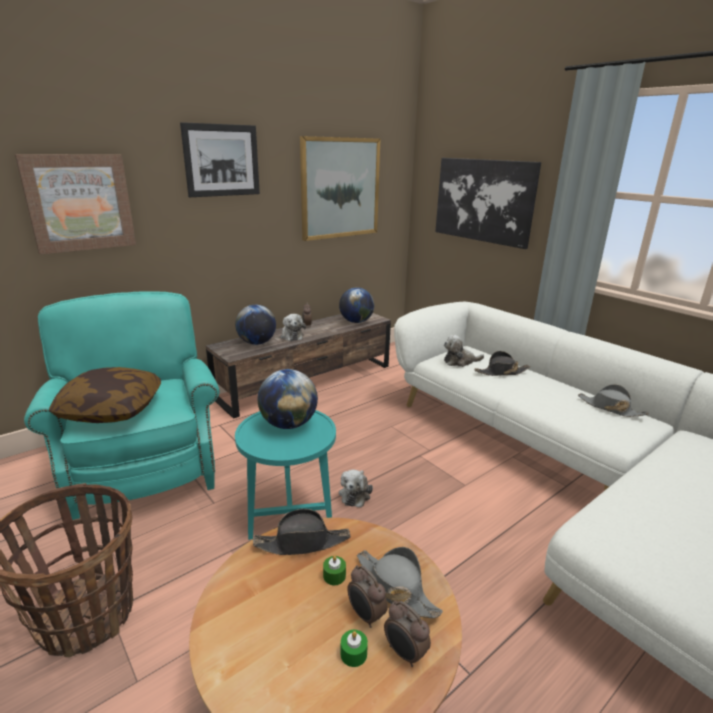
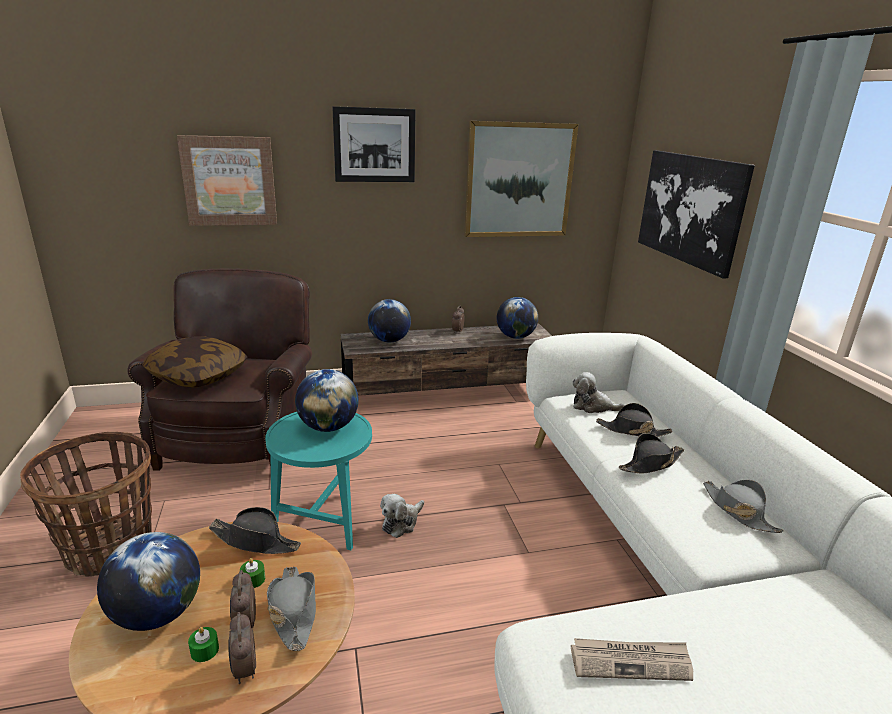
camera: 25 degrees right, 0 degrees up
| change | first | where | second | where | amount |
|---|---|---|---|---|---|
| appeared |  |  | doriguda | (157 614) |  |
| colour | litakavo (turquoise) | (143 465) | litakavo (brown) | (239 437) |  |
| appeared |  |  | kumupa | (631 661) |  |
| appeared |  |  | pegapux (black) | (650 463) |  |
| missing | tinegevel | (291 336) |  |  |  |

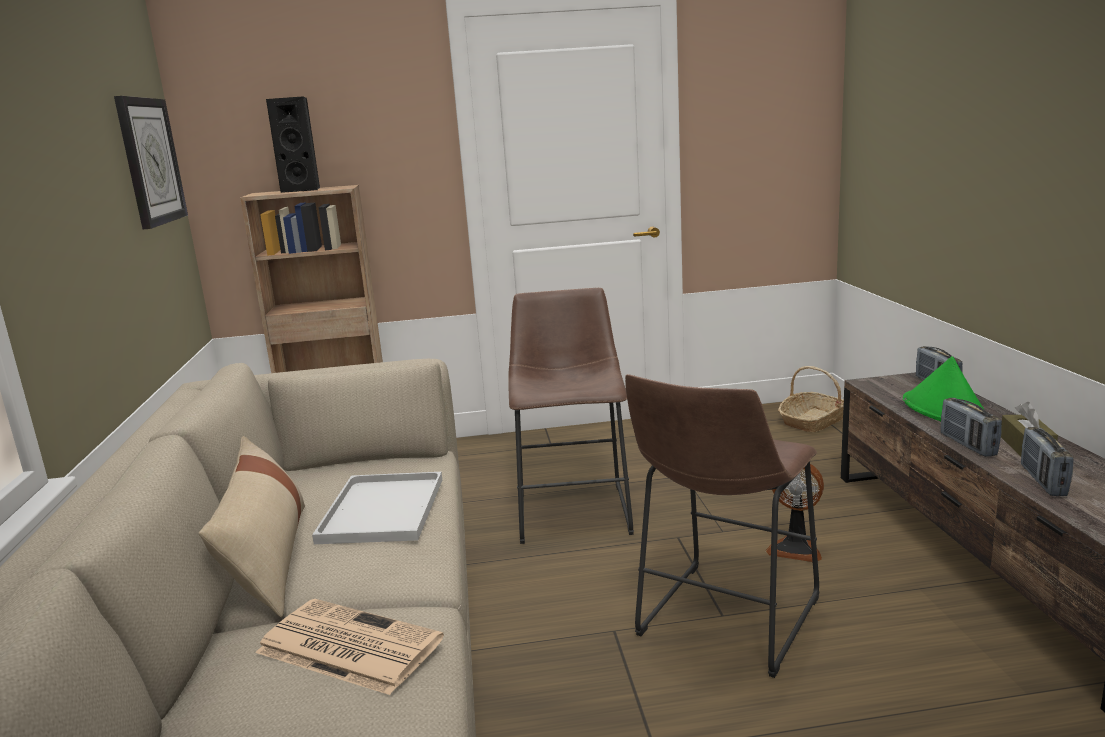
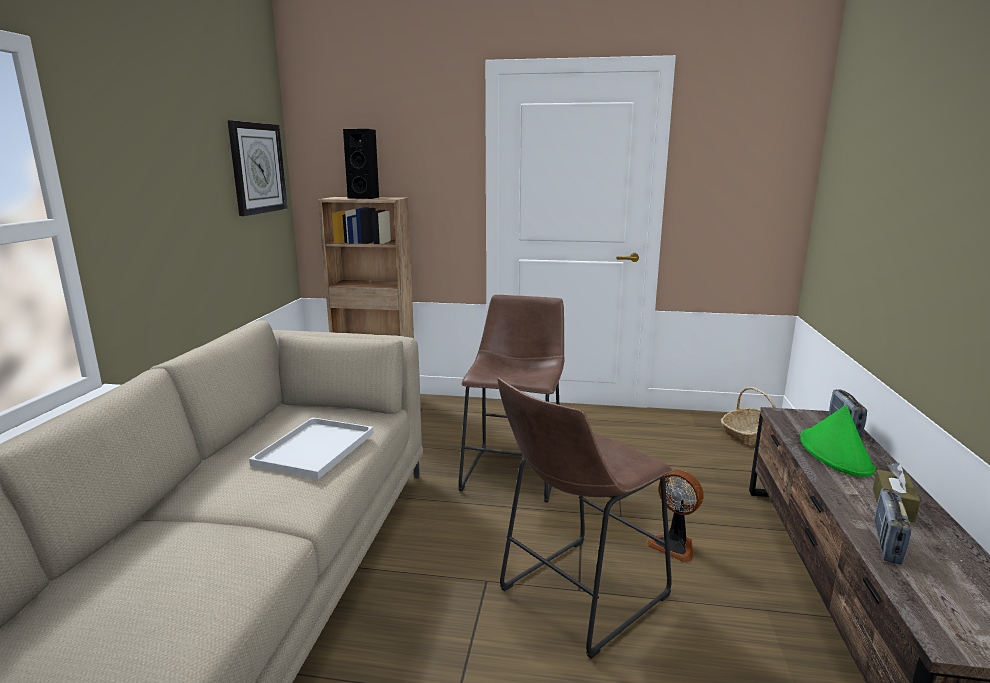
camera: 15 degrees right, 0 degrees up
| change | first | where | second | where | amount |
|---|---|---|---|---|---|
| missing | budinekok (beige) | (268 558) |  |  |  |
| missing | kumupa | (346 646) |  |  |  |
| missing | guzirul | (967 445) |  |  |  |

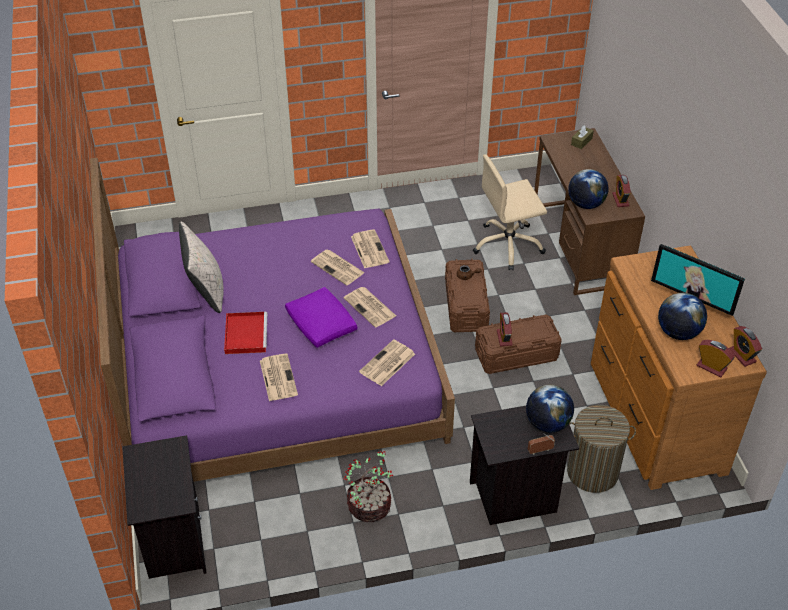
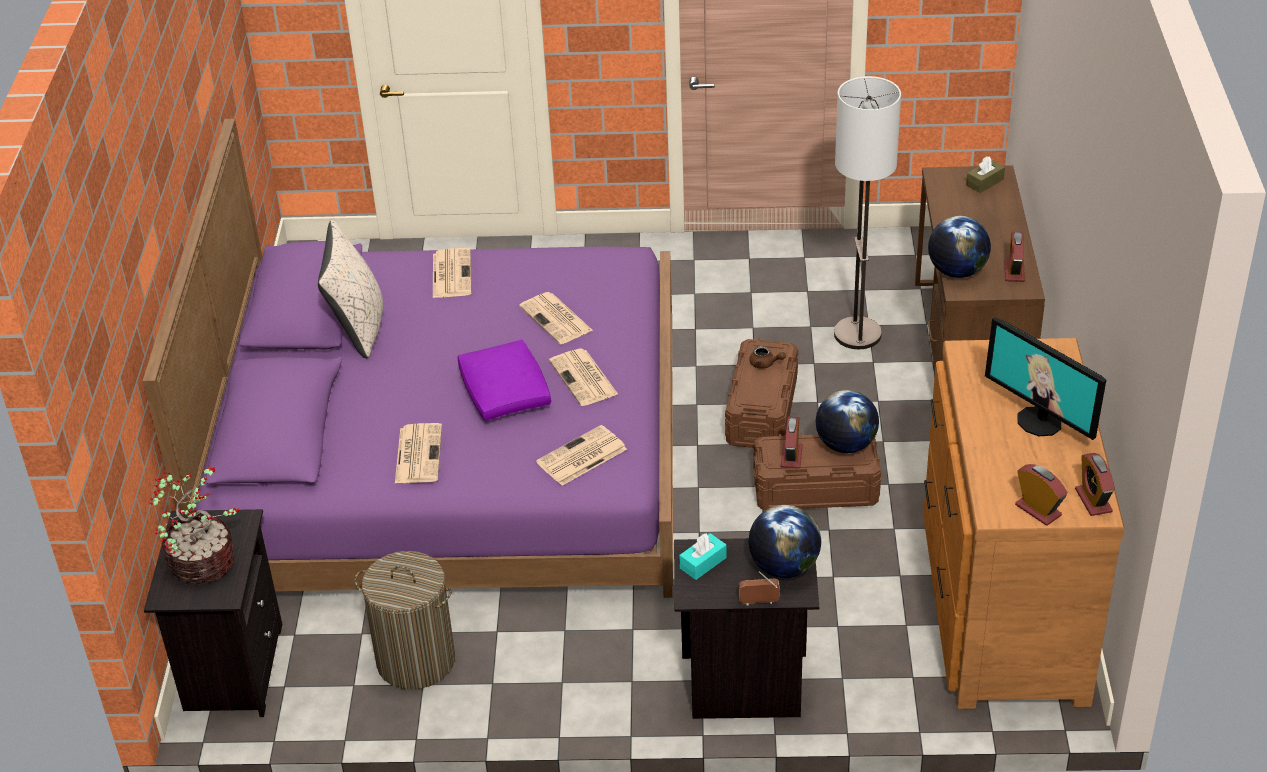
camera: 15 degrees right, 5 degrees down
| change | first | where | second | where | amount |
|---|---|---|---|---|---|
| relocated | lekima | (370 506) |  | (204 562) |  |
| relocated | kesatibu | (592 472) |  | (415 660) |  |
| relocated | kumupa | (369 249) |  | (451 273) |  |
| appeared |  |  | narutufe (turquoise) | (703 563) |  |
| relocated | doriguda | (678 332) |  | (845 445) |  |
| exchanged | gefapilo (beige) | (508 245) | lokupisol | (857 334) |  |
| missing | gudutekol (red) | (245 334) |  |  |  |

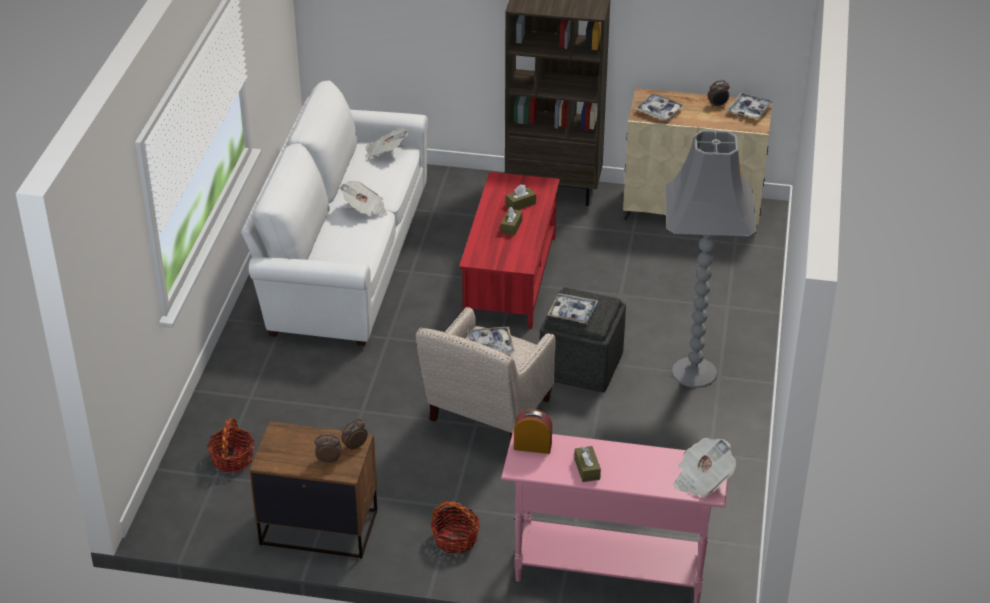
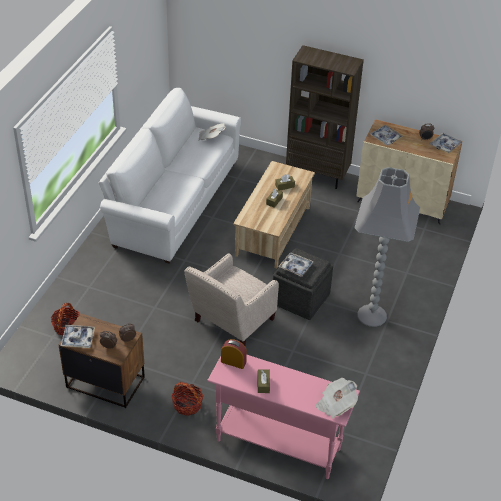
camera: 10 degrees right, 5 degrees up
| change | first | where | second | where | amount |
|---|---|---|---|---|---|
| relocated | gudutekol | (490 346) |  | (78 339) |  |
| colour | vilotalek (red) | (510 277) | vilotalek (beige) | (273 231) |  |
| missing | kumupa | (364 209) |  |  |  |

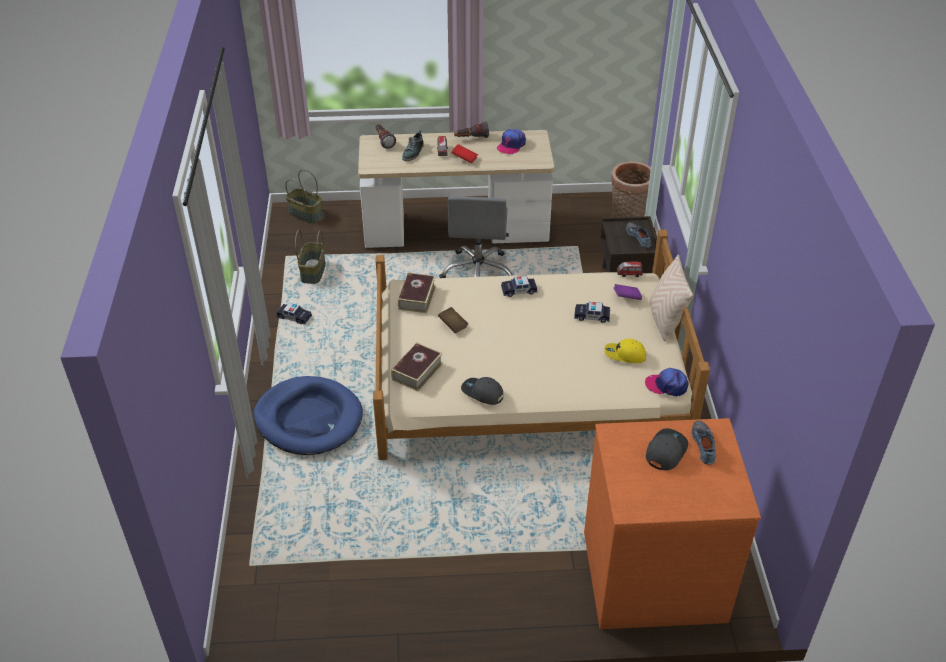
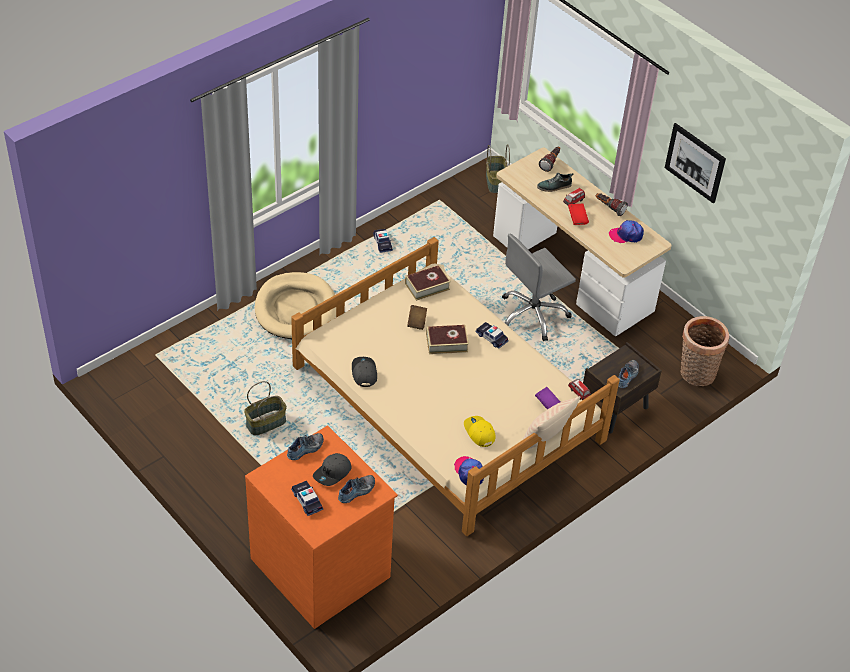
camera: 50 degrees right, 5 degrees up
| change | first | where | second | where | amount |
|---|---|---|---|---|---|
| relocated | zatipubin | (312 272) |  | (266 422) |  |
| colour | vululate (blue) | (309 419) | vululate (beige) | (296 309) |  |
| appeared |  |  | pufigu | (306 449) |  |
| relocated | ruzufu | (592 316) |  | (307 500) |  |
| spun | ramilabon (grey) | (665 451) |  | (333 473) | 135 degrees clockwise |
| relocated | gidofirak | (417 371) |  | (446 343) |  |
| appeared |  |  | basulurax | (695 162) |  |

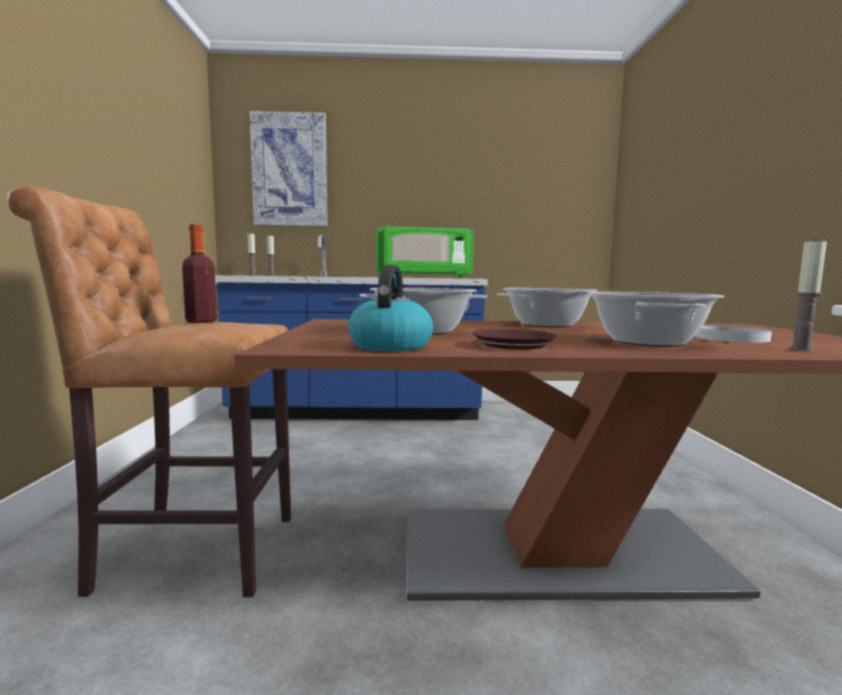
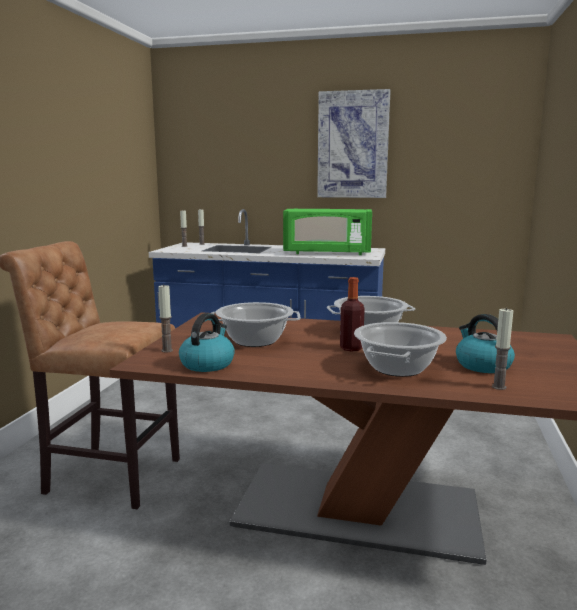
camera: 15 degrees right, 5 degrees up
| change | first | where | second | where | amount |
|---|---|---|---|---|---|
| appeared |  |  | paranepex | (167 350) |  |
| relocated | basulurax | (290 170) |  | (353 145) |  |
| relocated | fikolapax | (201 321) |  | (351 348) |  |
| exchanged | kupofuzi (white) | (731 338) | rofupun | (482 365) |  |
| missing | kupofuzi (brown) | (514 345) |  |  |  |

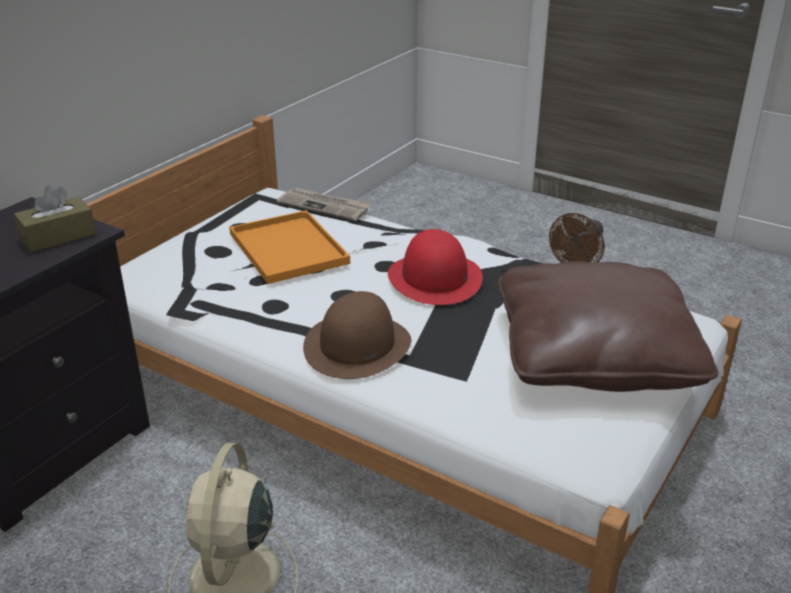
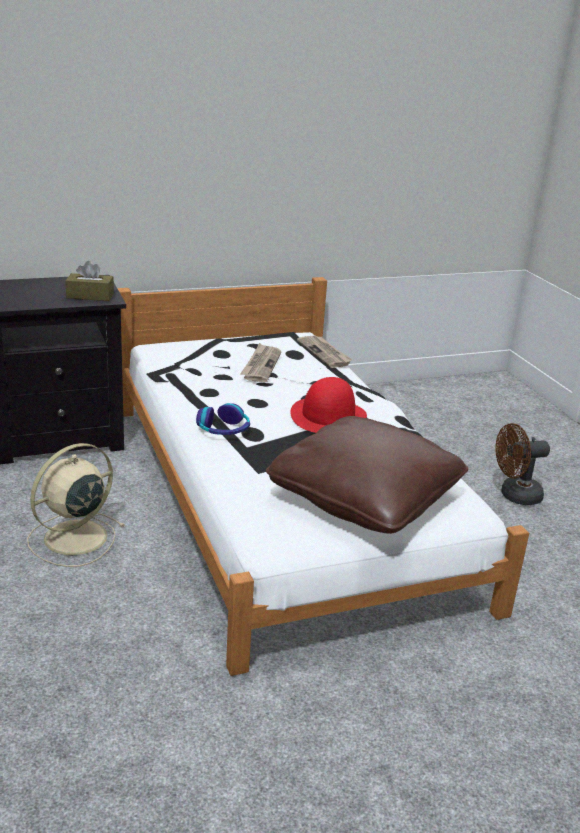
camera: 35 degrees right, 5 degrees down
| change | first | where | second | where | amount |
|---|---|---|---|---|---|
| exchanged | pegapux (brown) | (357 346) | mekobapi | (223 430) |  |
| exchanged | gudutekol (orange) | (286 247) | kumupa | (261 365) |  |

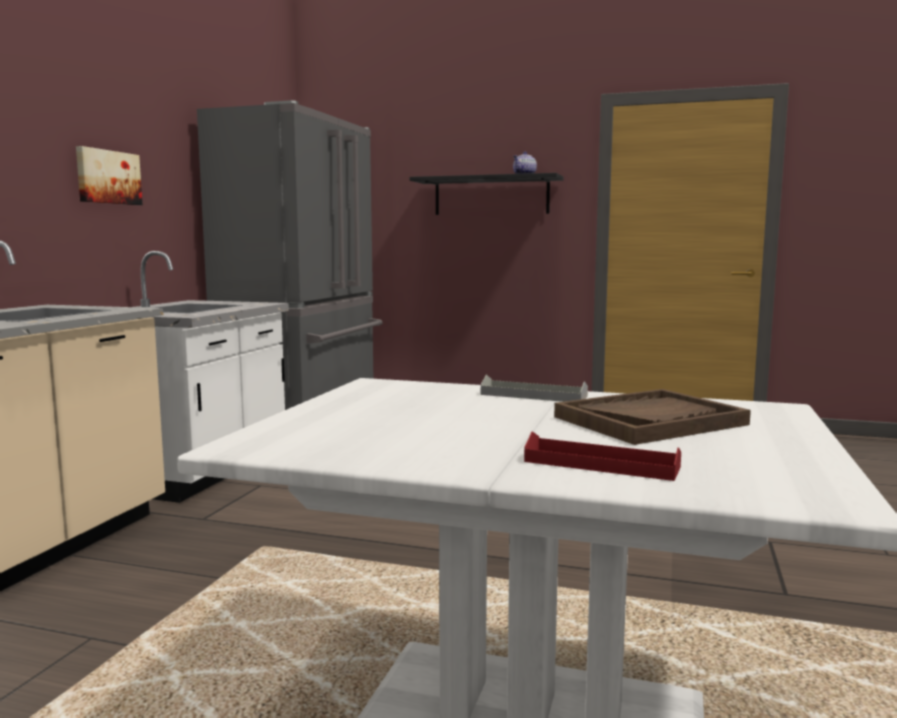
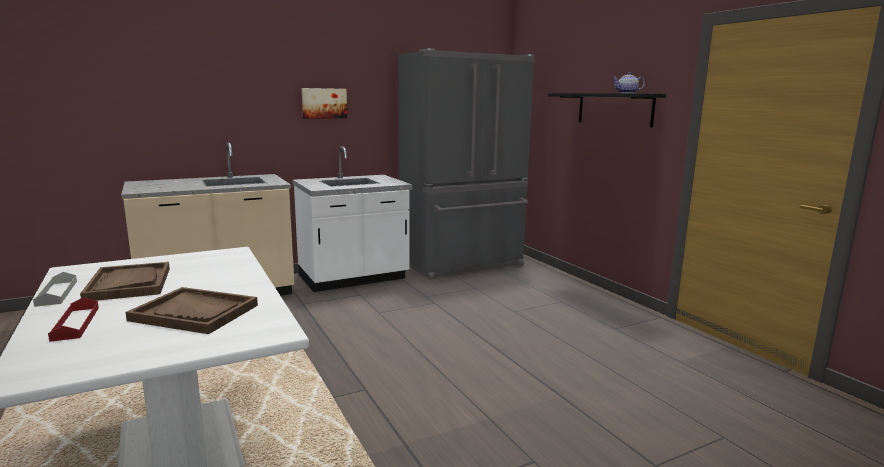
camera: 45 degrees right, 5 degrees up
| change | first | where | second | where | amount |
|---|---|---|---|---|---|
| relocated | gudutekol (grey) | (533 395) |  | (56 293) |  |
| appeared |  |  | gudutekol (brown) | (129 284) |  |

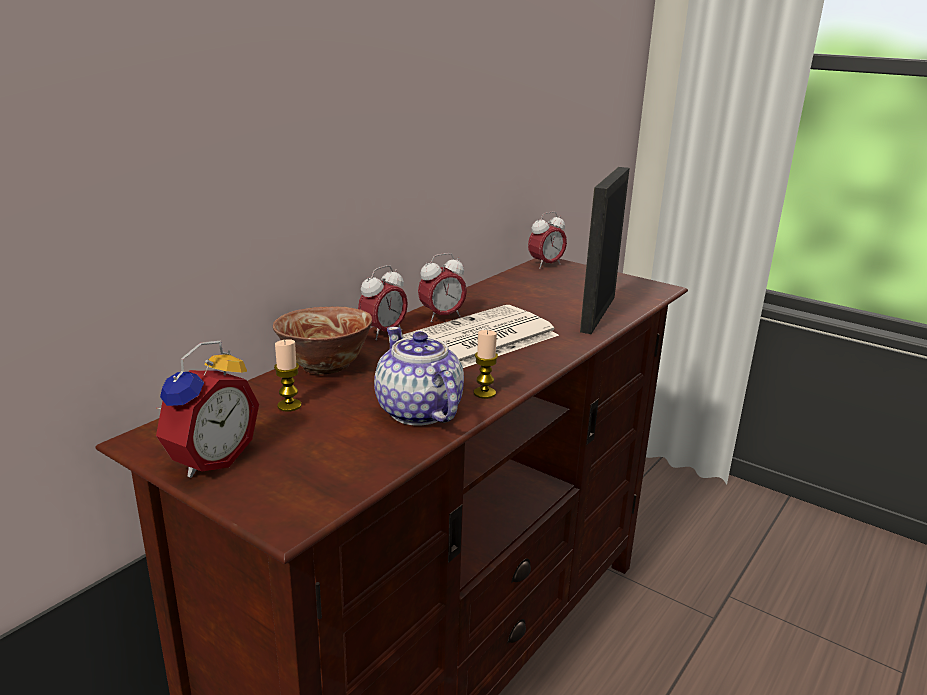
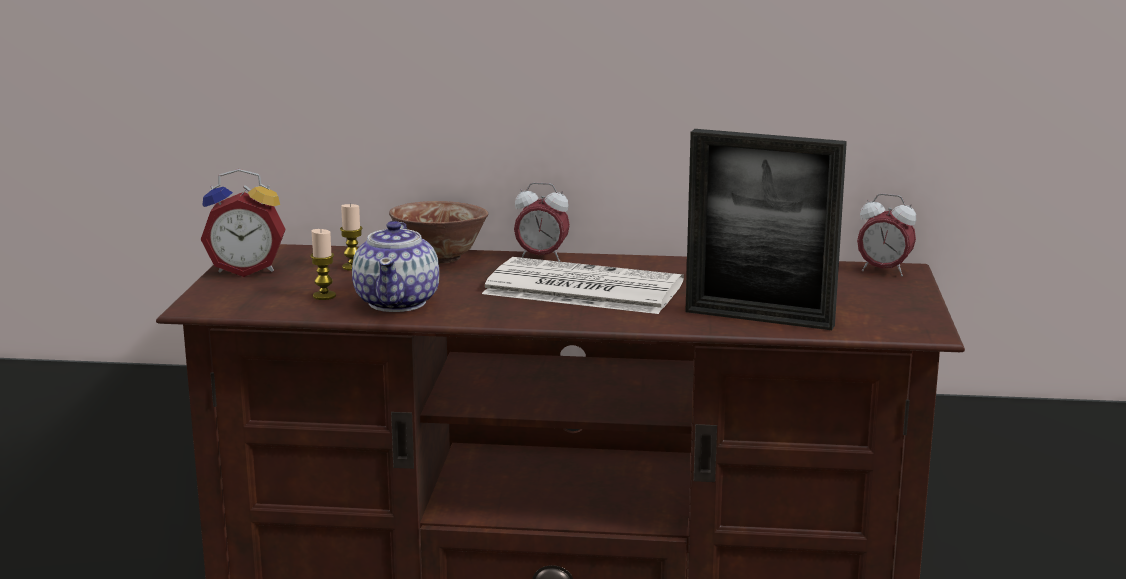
camera: 60 degrees right, 5 degrees down
| change | first | where | second | where | amount |
|---|---|---|---|---|---|
| relocated | paranepex | (484 393) |  | (324 296) |  |
| spun | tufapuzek | (418 412) |  | (398 302) | 150 degrees clockwise |
| spun | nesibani | (598 314) |  | (759 318) | 150 degrees counterclockwise |
| missing | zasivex | (442 317) |  |  |  |

